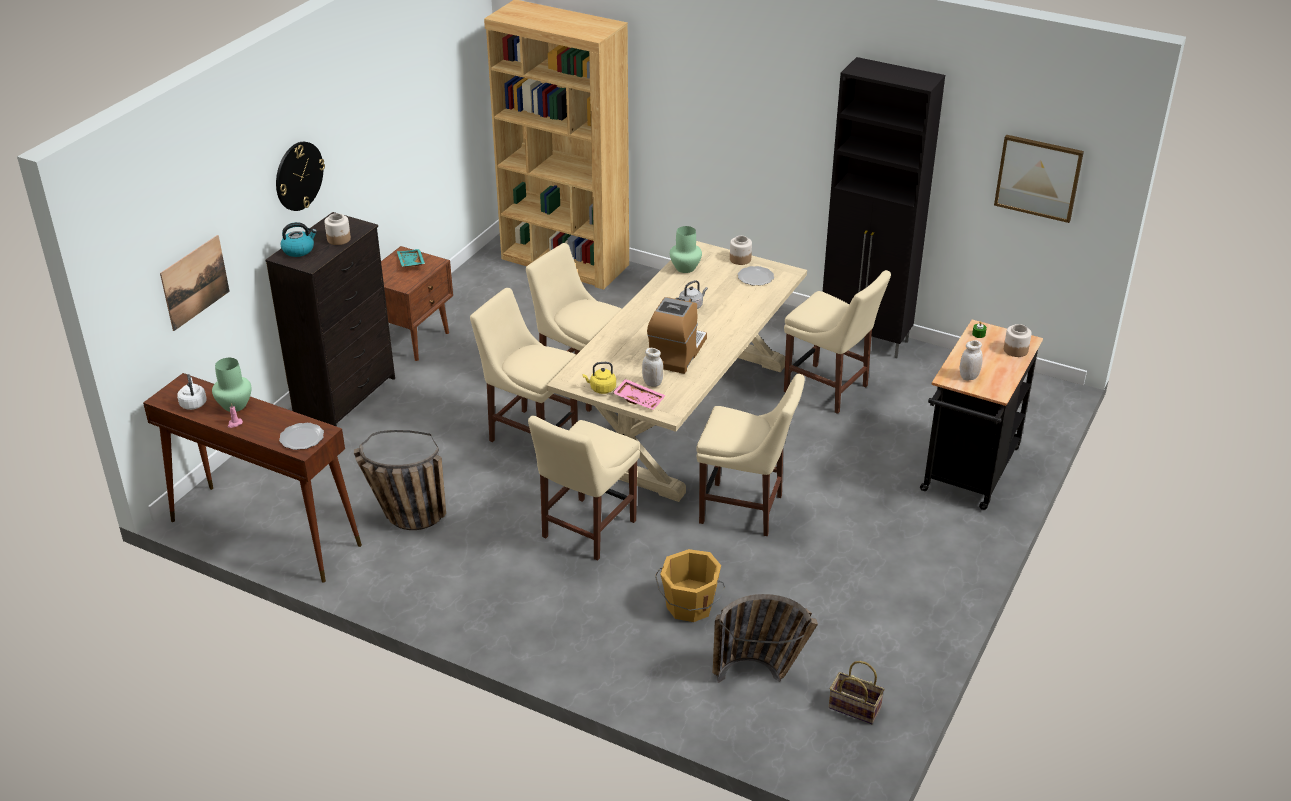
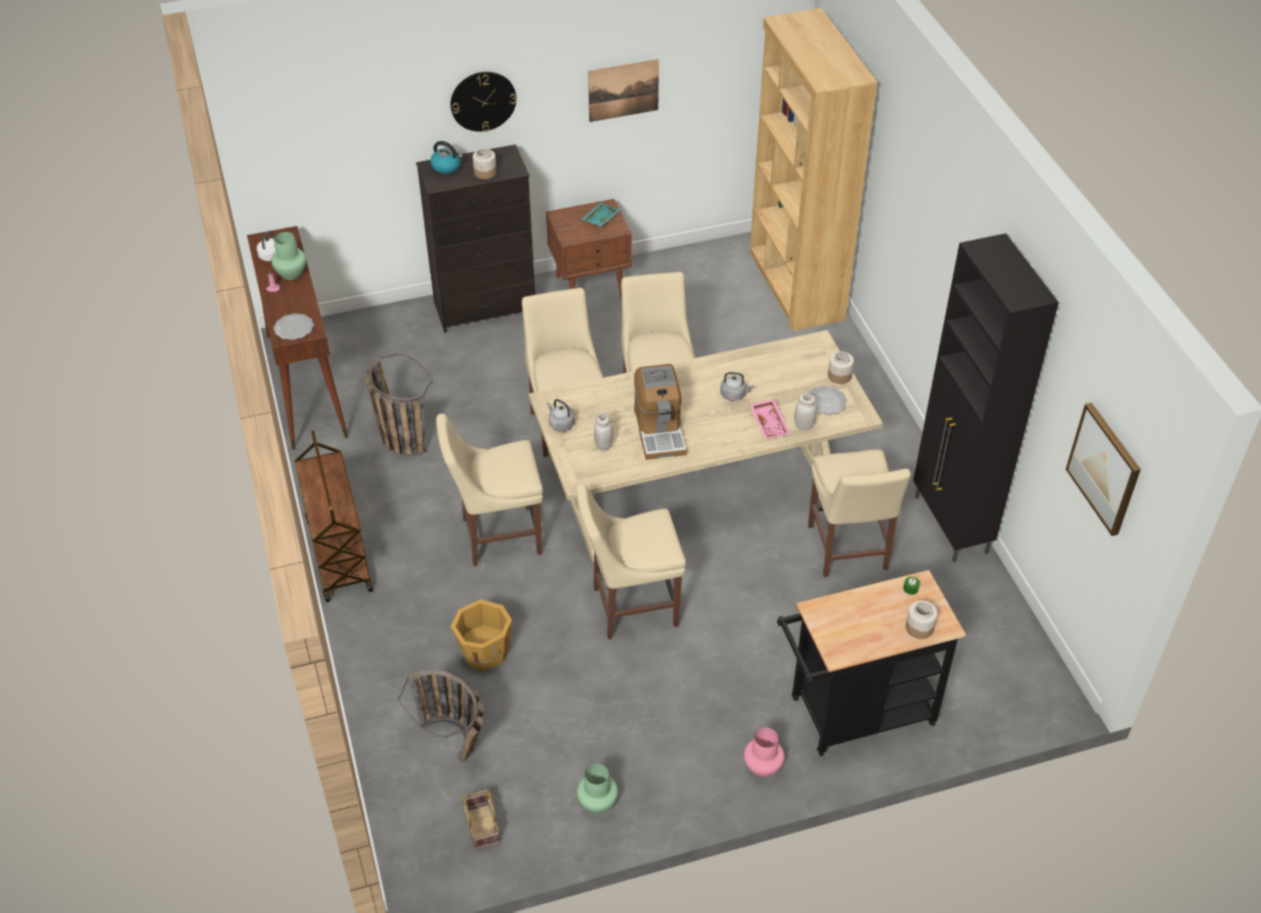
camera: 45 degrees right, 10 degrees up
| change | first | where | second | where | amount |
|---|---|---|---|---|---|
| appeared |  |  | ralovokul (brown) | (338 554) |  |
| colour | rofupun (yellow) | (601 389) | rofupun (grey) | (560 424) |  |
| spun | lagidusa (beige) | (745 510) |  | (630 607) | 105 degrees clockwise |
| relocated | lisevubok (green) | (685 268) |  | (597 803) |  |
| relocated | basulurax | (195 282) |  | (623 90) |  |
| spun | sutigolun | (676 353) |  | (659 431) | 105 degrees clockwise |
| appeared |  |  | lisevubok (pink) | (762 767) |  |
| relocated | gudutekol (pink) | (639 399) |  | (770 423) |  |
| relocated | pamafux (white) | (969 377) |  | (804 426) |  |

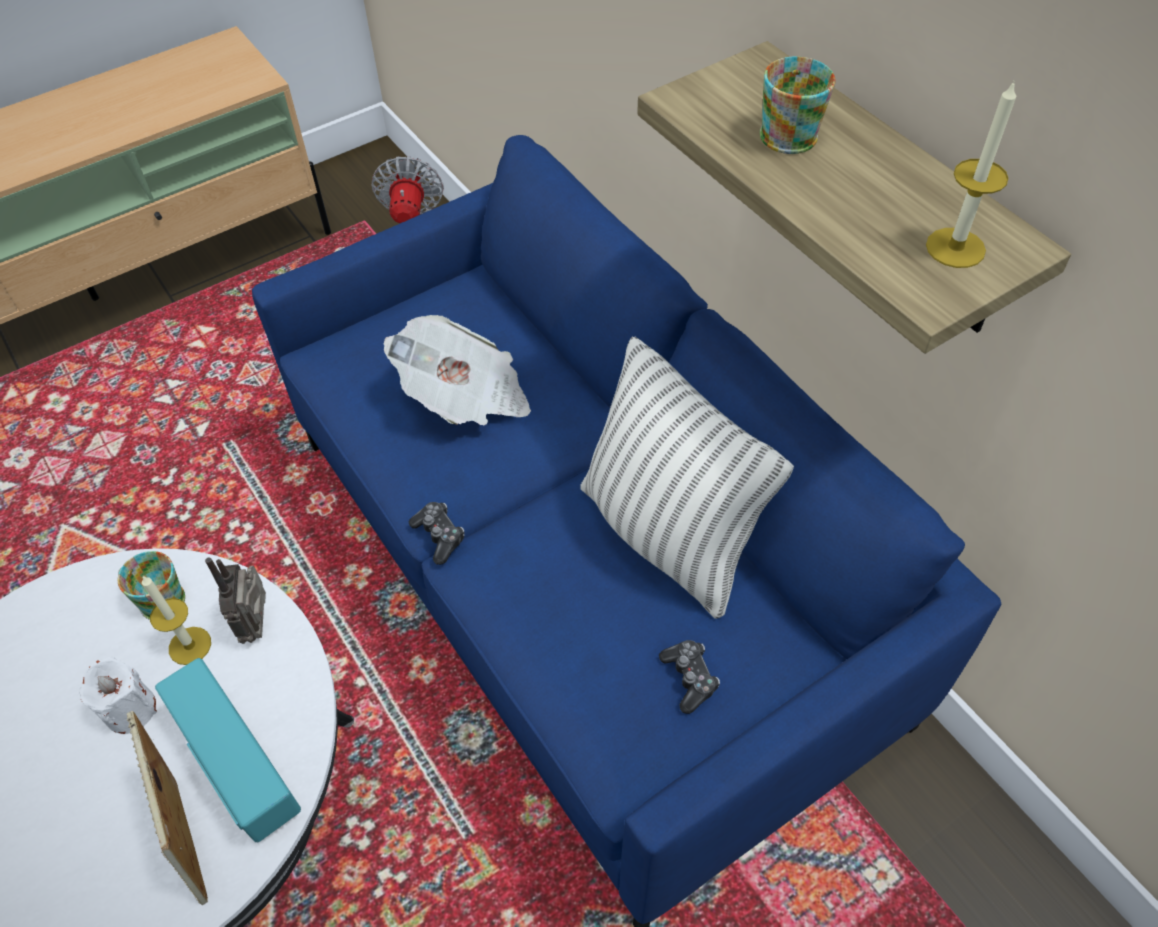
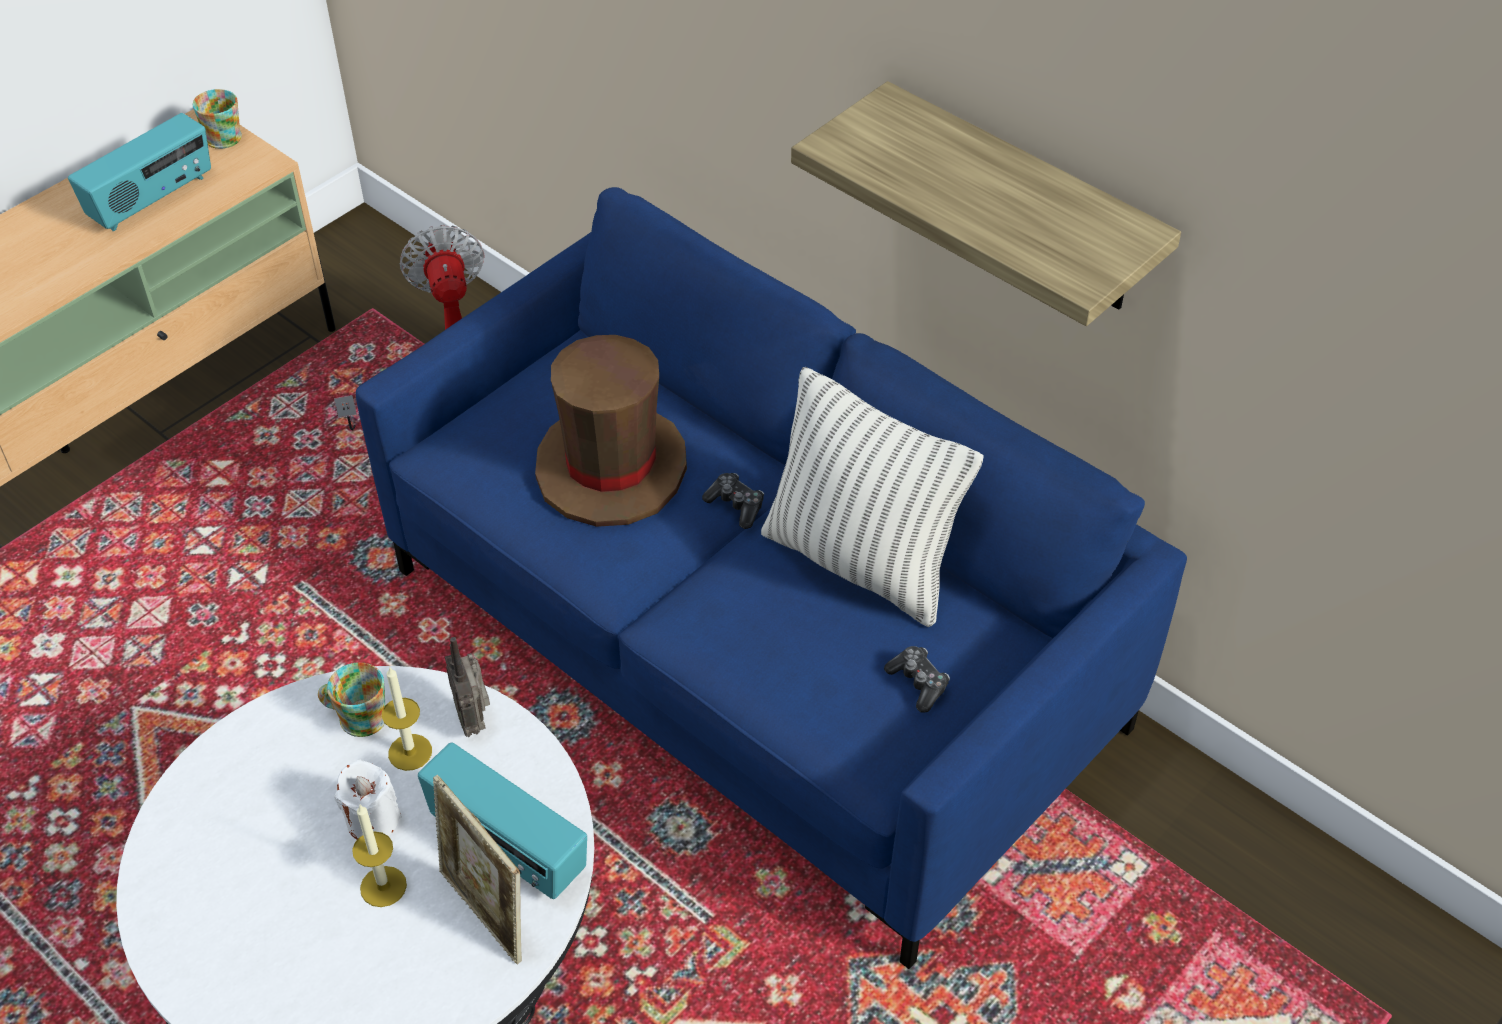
camera: 15 degrees left, 5 degrees down
| change | first | where | second | where | amount |
|---|---|---|---|---|---|
| appeared |  |  | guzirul | (152 200) |  |
| relocated | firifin | (789 131) |  | (224 134) |  |
| relocated | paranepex | (955 248) |  | (383 886) |  |
| exchanged | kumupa | (465 397) | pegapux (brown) | (612 467) |  |
| relocated | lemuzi | (439 536) |  | (736 505) |  |

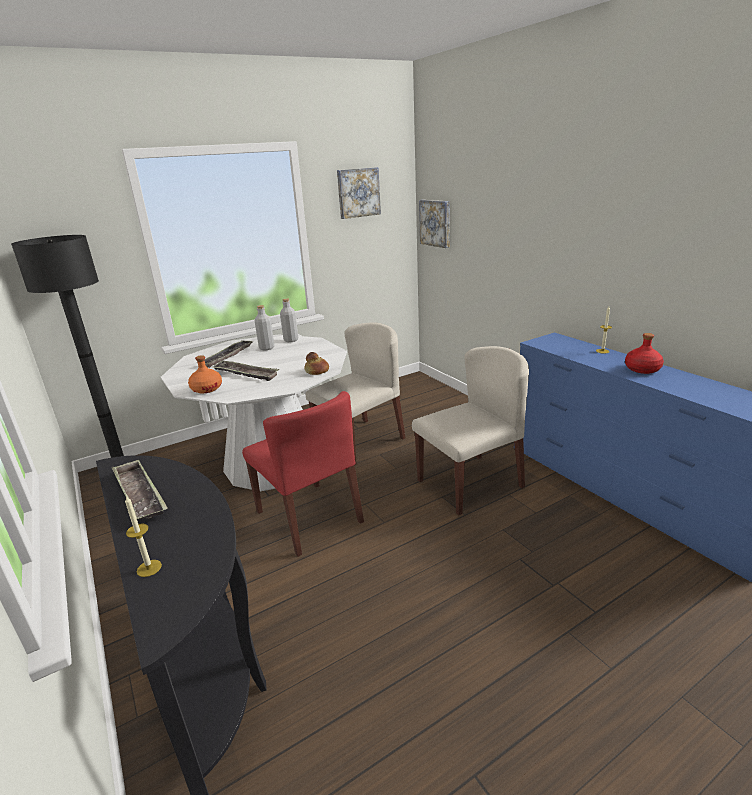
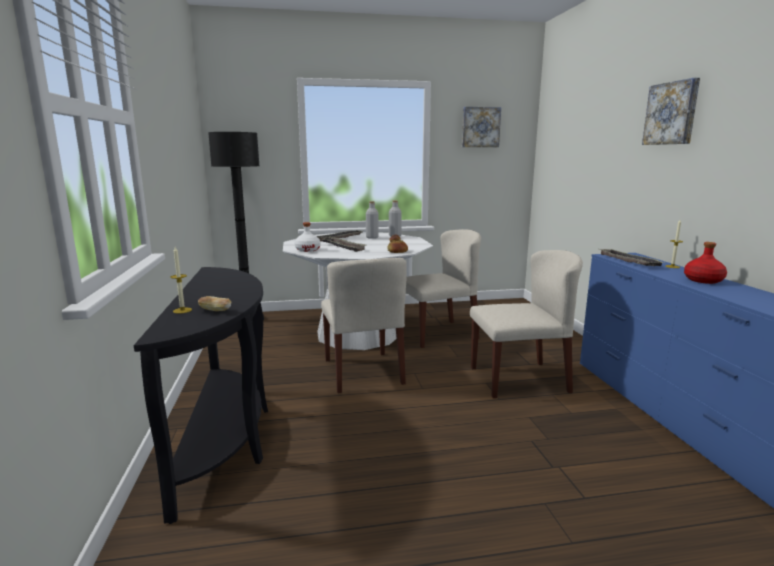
camera: 20 degrees right, 10 degrees down
| change | first | where | second | where | amount |
|---|---|---|---|---|---|
| appeared |  |  | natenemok | (215 310) |  |
| colour | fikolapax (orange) | (206 388) | fikolapax (white) | (307 250) |  |
| colour | lagidusa (red) | (309 517) | lagidusa (beige) | (363 371) |  |
| relocated | gudutekol | (140 494) |  | (628 261) |  |
| relocated | basulurax | (436 223) |  | (672 113) |  |

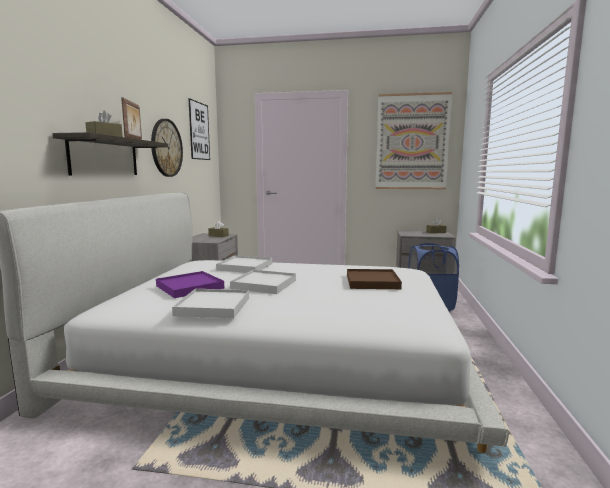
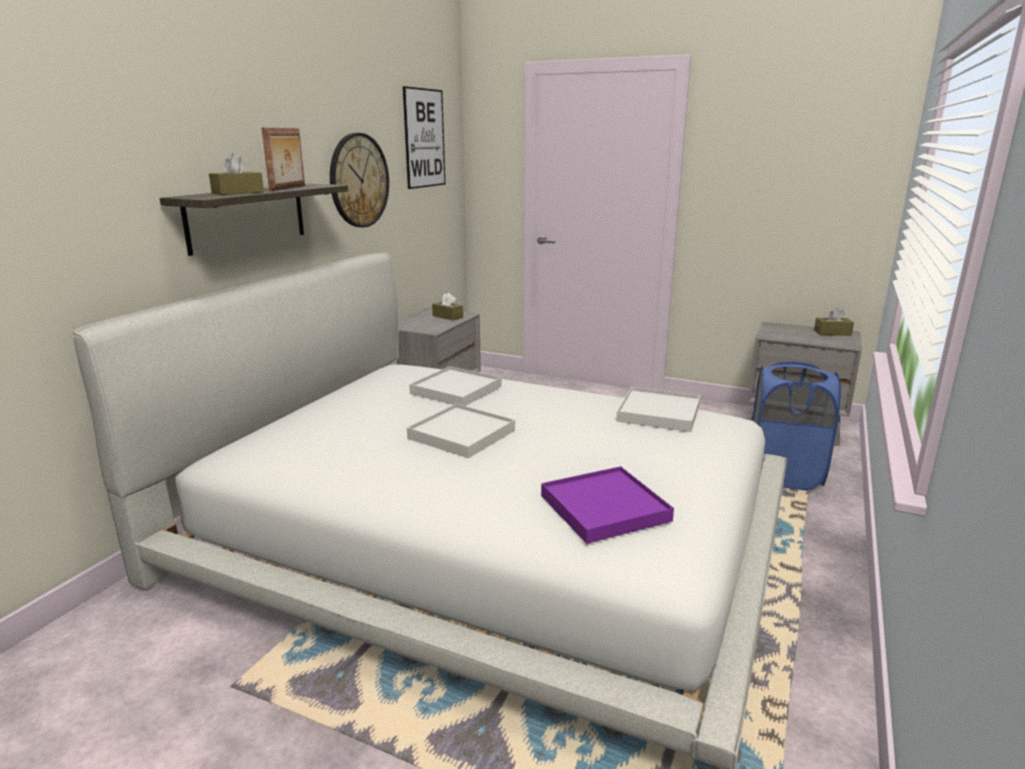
camera: 15 degrees right, 10 degrees up
| change | first | where | second | where | amount |
|---|---|---|---|---|---|
| relocated | gudutekol (purple) | (190 287) |  | (604 508) |  |
| relocated | gudutekol (white) | (213 306) |  | (659 413) |  |
| missing | gudutekol (brown) | (372 282) |  |  |  |
| missing | basulurax | (412 142) |  |  |  |

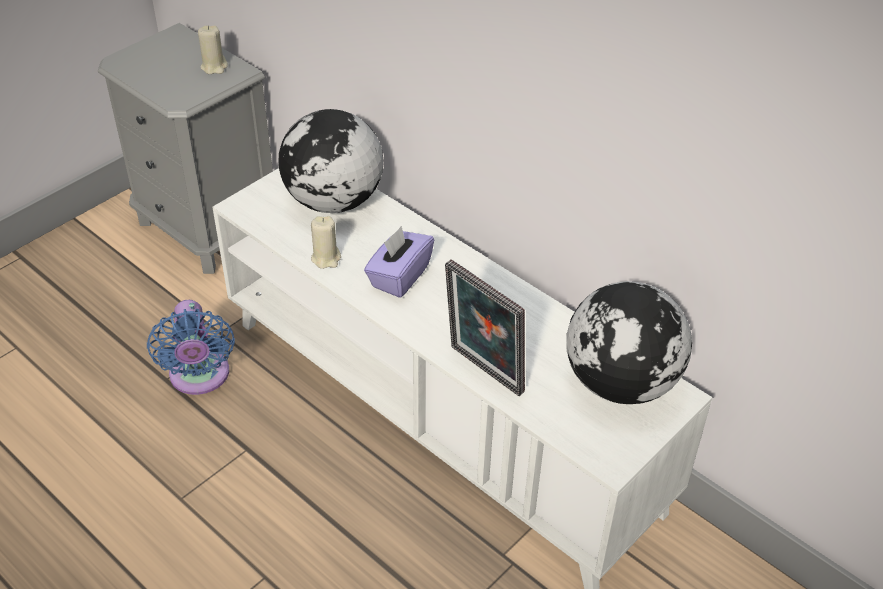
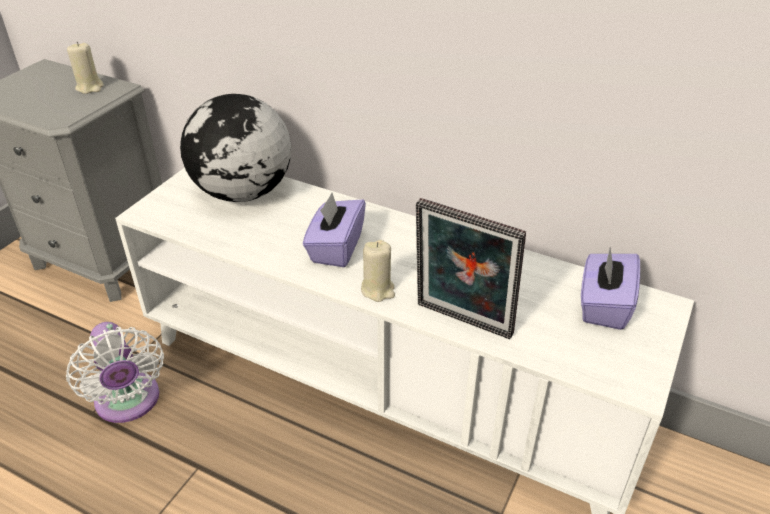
camera: 15 degrees left, 5 degrees down
| change | first | where | second | where | amount |
|---|---|---|---|---|---|
| colour | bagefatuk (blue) | (199 377) | bagefatuk (white) | (129 403) |  |
| relocated | paranepex (beige) | (326 258) |  | (378 290) |  |
| exchanged | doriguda | (621 384) | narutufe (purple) | (603 306) |  |

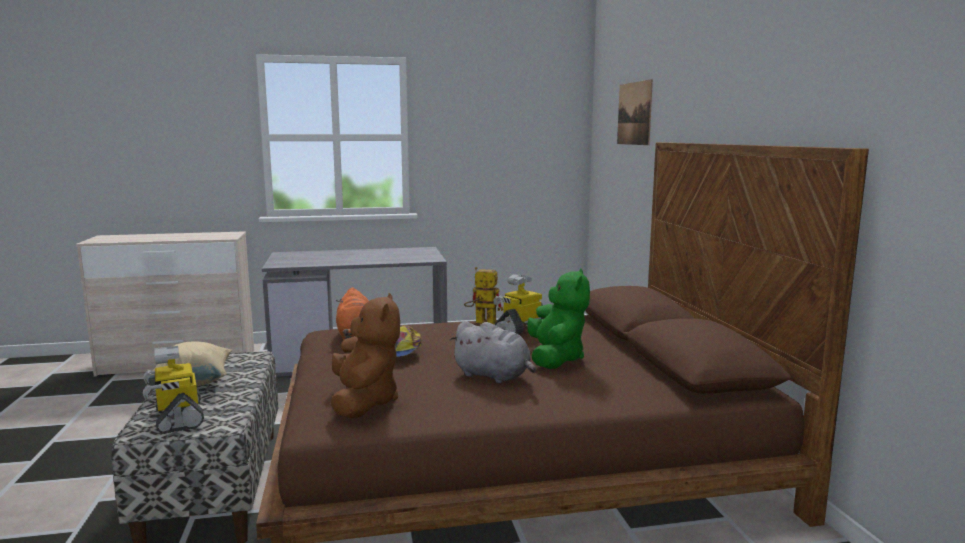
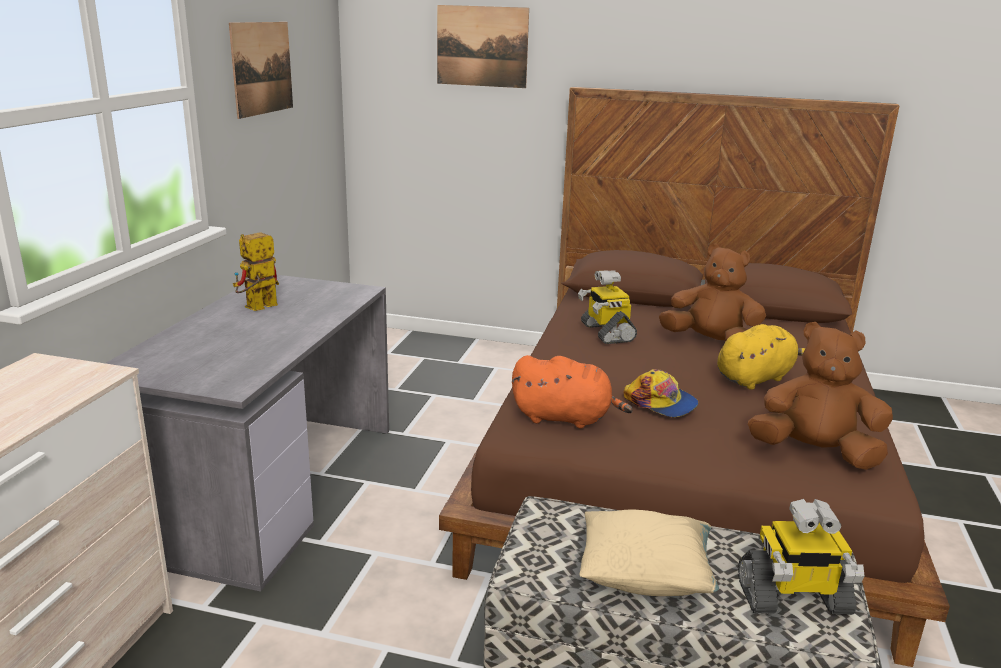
camera: 65 degrees left, 10 degrees up
| change | first | where | second | where | amount |
|---|---|---|---|---|---|
| appeared |  |  | basulurax | (262 68) |  |
| relocated | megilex | (480 322) |  | (257 308) |  |
| colour | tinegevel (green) | (555 358) | tinegevel (brown) | (711 343) |  |
| colour | tinegevel (grey) | (494 376) | tinegevel (yellow) | (756 378) |  |

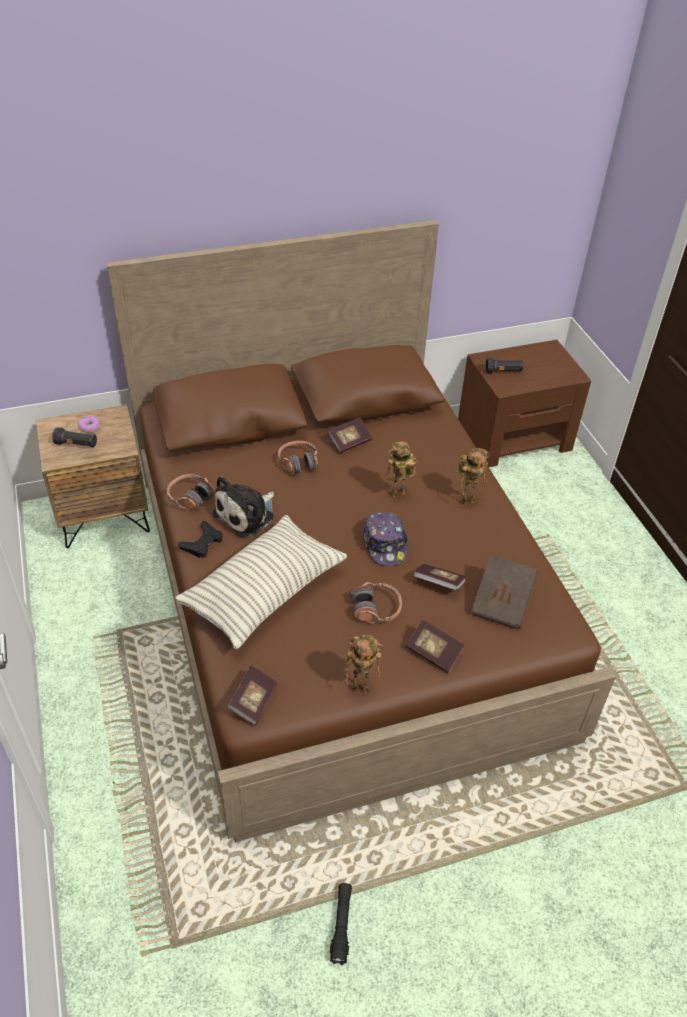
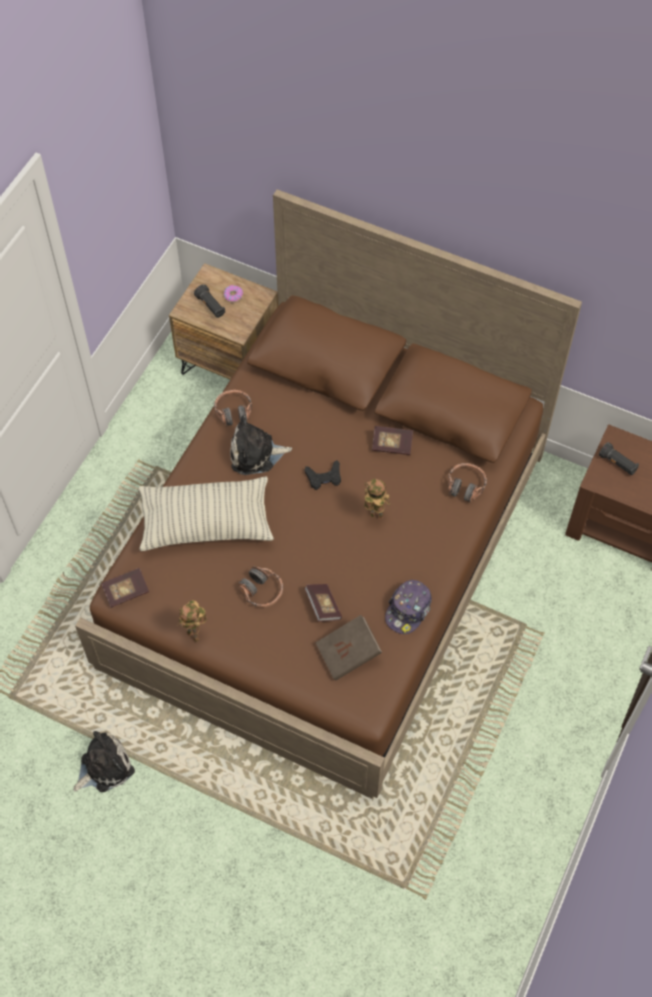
camera: 45 degrees right, 15 degrees up
| change | first | where | second | where | amount |
|---|---|---|---|---|---|
| exchanged | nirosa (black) | (341 925) | tinegevel | (104 767) |  |
| relocated | lemuzi (black) | (202 543) |  | (324 477) |  |
| relocated | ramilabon | (385 544) |  | (408 610) |  |
| relocated | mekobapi | (298 463) |  | (465 486) |  |
| missing | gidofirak | (433 653) |  |  |  |
| missing | megilex | (468 500) |  |  |  |

